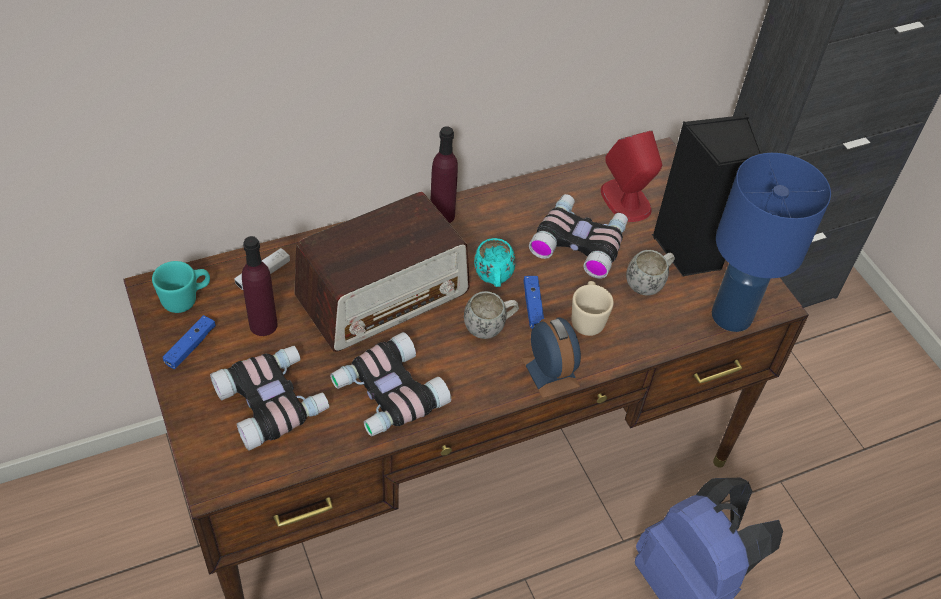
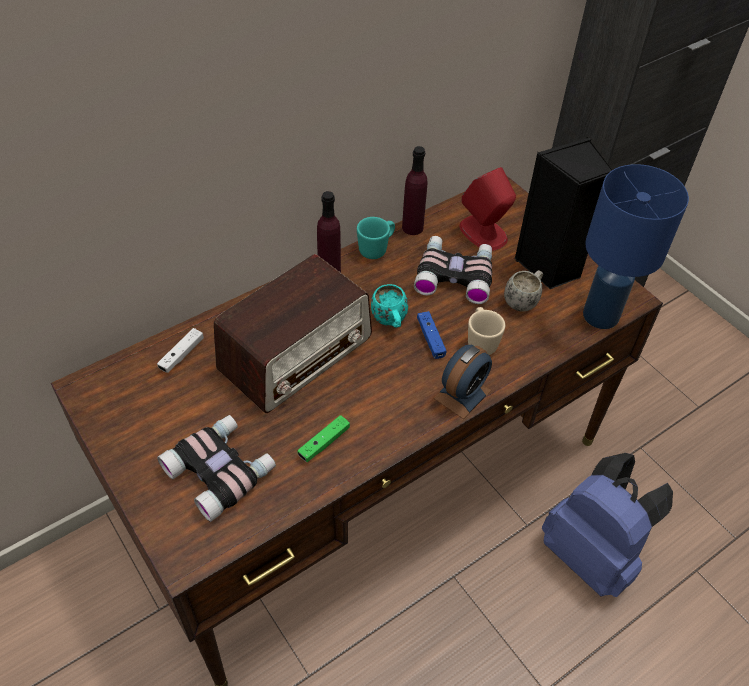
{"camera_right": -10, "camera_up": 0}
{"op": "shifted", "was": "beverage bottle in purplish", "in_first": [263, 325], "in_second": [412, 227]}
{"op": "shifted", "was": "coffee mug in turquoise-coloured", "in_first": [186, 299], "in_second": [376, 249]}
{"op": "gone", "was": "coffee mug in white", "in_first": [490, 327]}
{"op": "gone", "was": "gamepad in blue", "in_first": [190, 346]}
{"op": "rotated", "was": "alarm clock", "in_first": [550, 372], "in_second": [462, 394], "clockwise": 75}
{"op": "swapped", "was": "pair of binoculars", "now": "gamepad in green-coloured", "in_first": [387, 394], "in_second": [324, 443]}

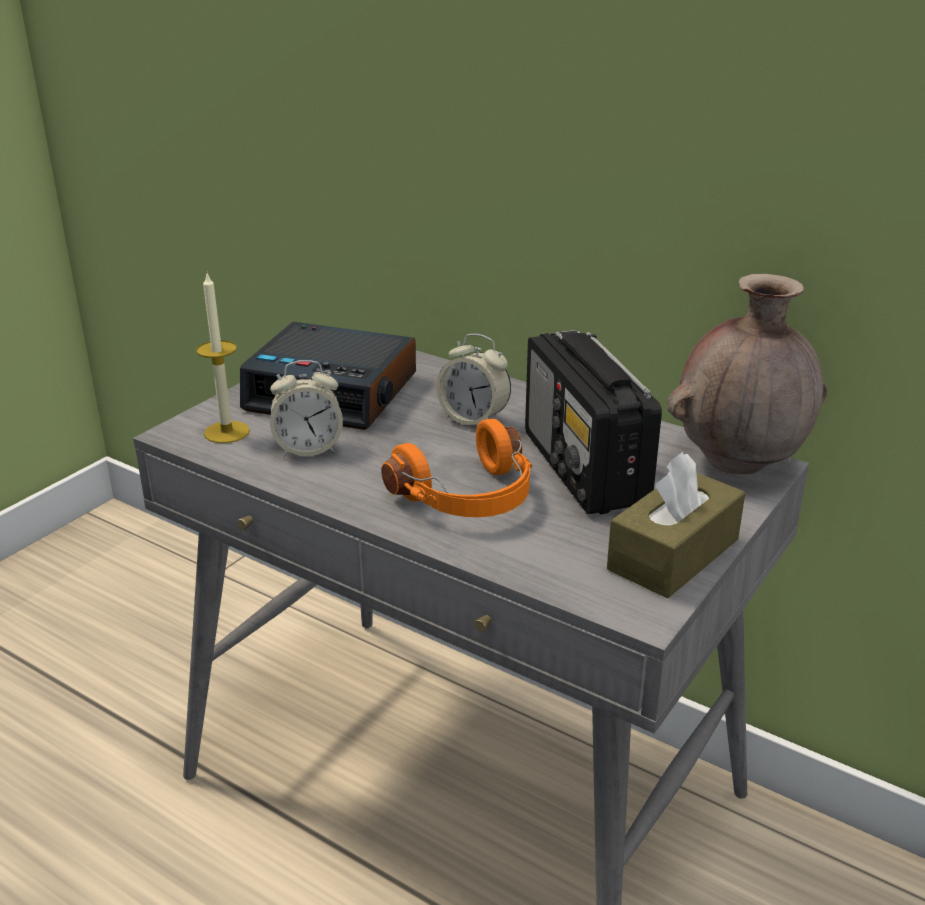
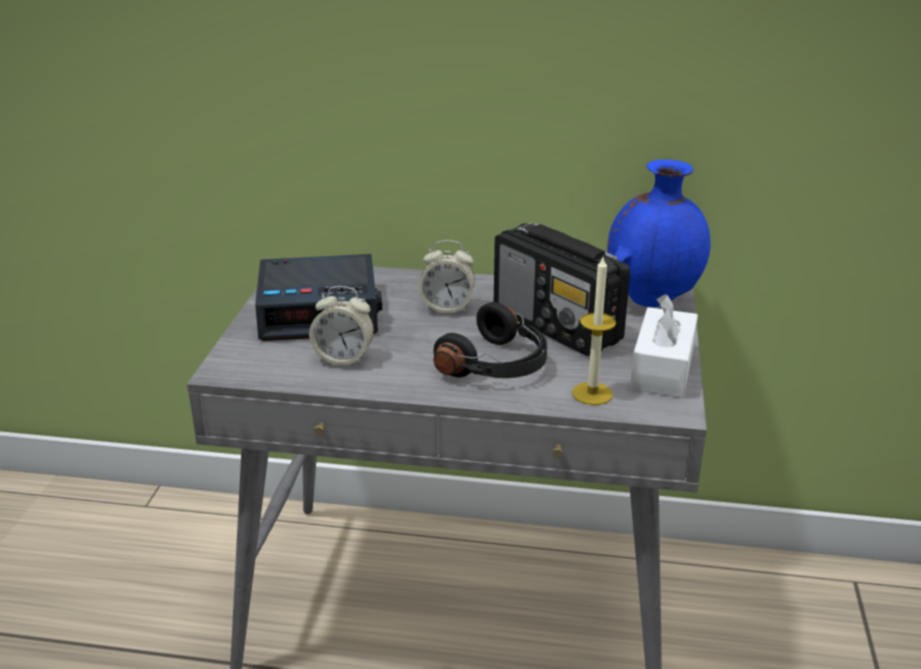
{"camera_right": -25, "camera_up": 0}
{"op": "shifted", "was": "wax light", "in_first": [227, 432], "in_second": [592, 393]}
{"op": "repainted", "was": "decorative vase in brown-coloured", "now": "decorative vase in blue", "in_first": [739, 463], "in_second": [652, 299]}
{"op": "rotated", "was": "alarm clock", "in_first": [308, 449], "in_second": [343, 358], "clockwise": 45}
{"op": "repainted", "was": "headset in orangey", "now": "headset in black", "in_first": [469, 498], "in_second": [497, 365]}
{"op": "repainted", "was": "tissue box in brown-coloured", "now": "tissue box in white", "in_first": [673, 554], "in_second": [662, 369]}

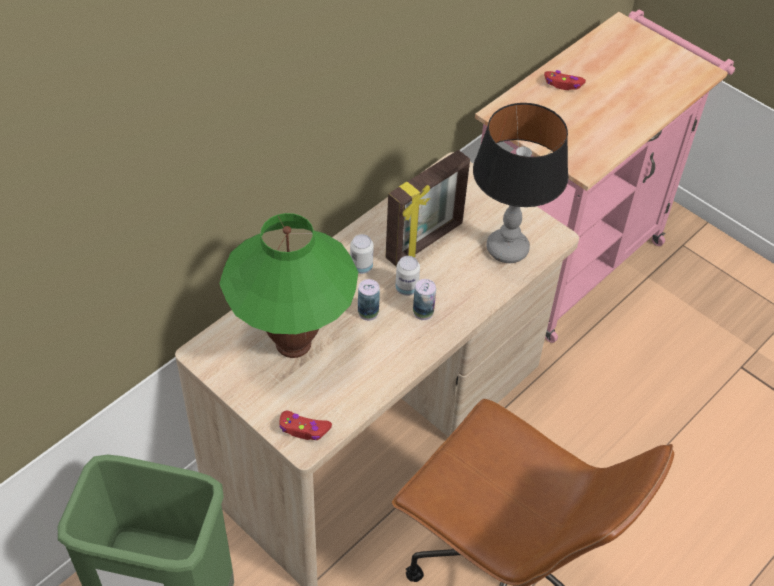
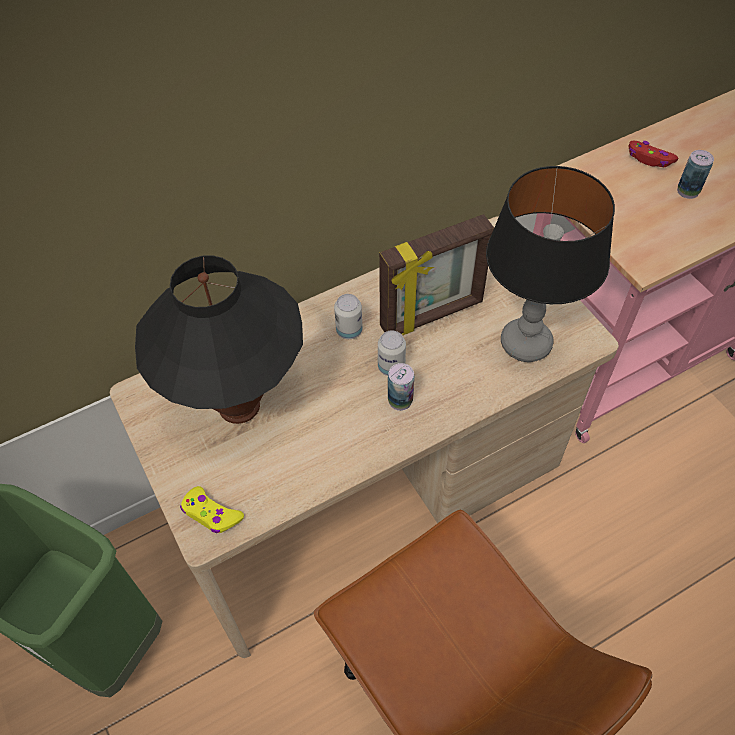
{"camera_right": 20, "camera_up": 5}
{"op": "repainted", "was": "lamp for a table in green-coloured", "now": "lamp for a table in black", "in_first": [293, 344], "in_second": [240, 407]}
{"op": "shifted", "was": "sealed can", "in_first": [368, 312], "in_second": [688, 191]}
{"op": "repainted", "was": "gamepad in reddish", "now": "gamepad in yellow-coloured", "in_first": [304, 429], "in_second": [211, 514]}

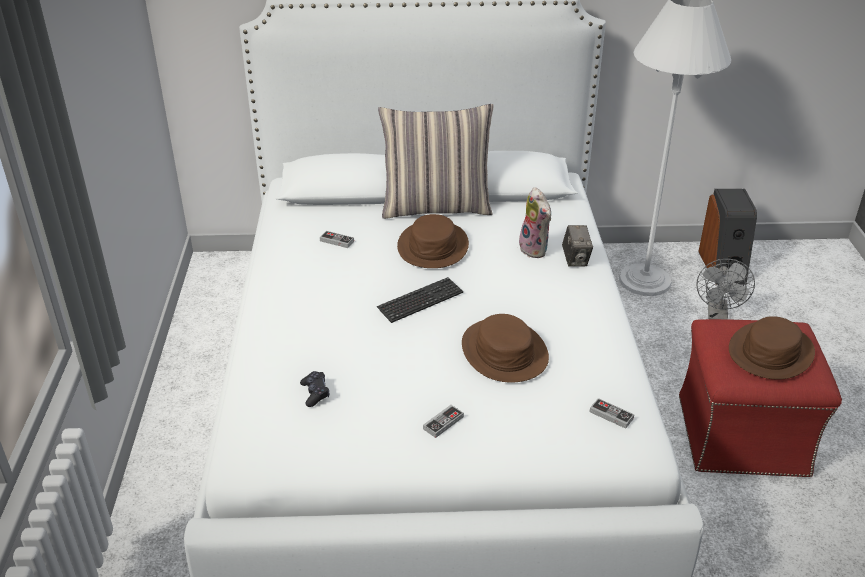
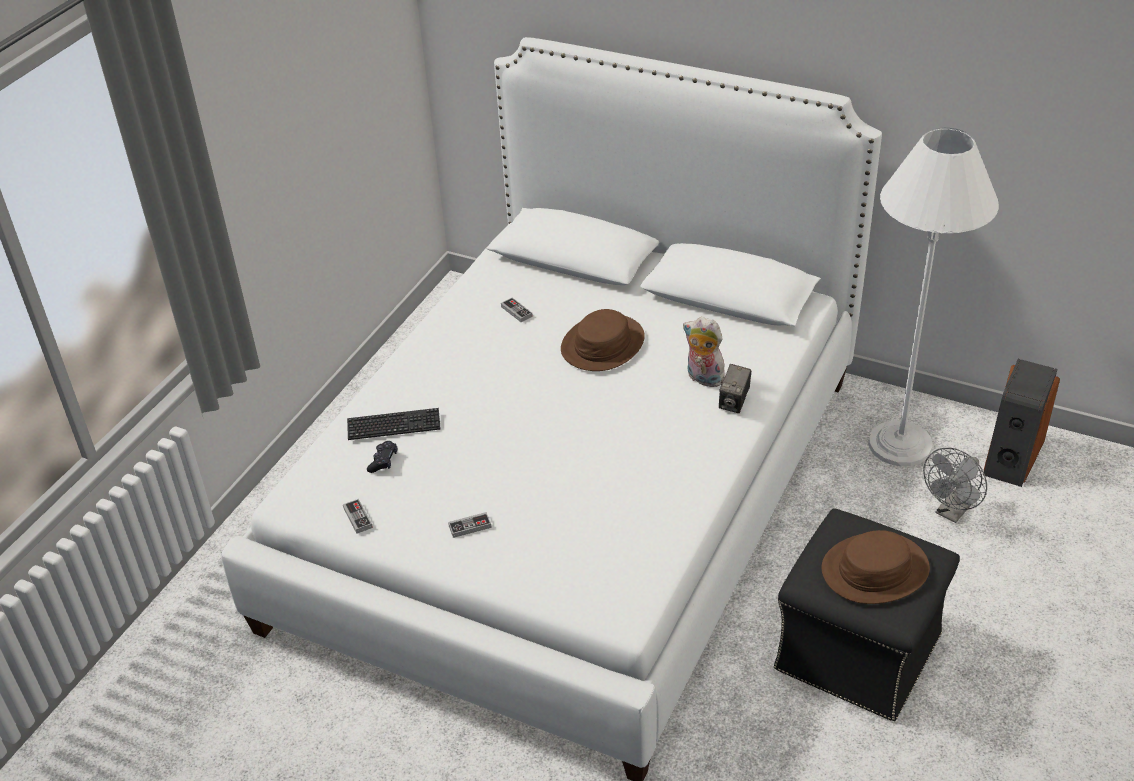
{"camera_right": 30, "camera_up": 5}
{"op": "gone", "was": "pillow", "in_first": [436, 207]}
{"op": "rotated", "was": "cuddly toy", "in_first": [535, 249], "in_second": [703, 378], "clockwise": 120}
{"op": "shifted", "was": "PC keyboard", "in_first": [420, 301], "in_second": [394, 426]}
{"op": "gone", "was": "hat in brown-coloured", "in_first": [504, 352]}
{"op": "repainted", "was": "footrest in reddish", "now": "footrest in black", "in_first": [743, 435], "in_second": [859, 652]}
{"op": "shifted", "was": "gamepad", "in_first": [611, 415], "in_second": [358, 518]}

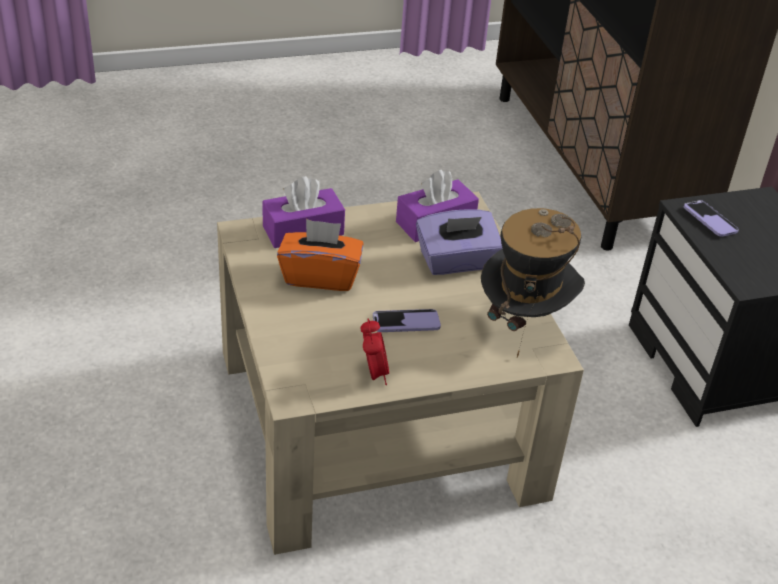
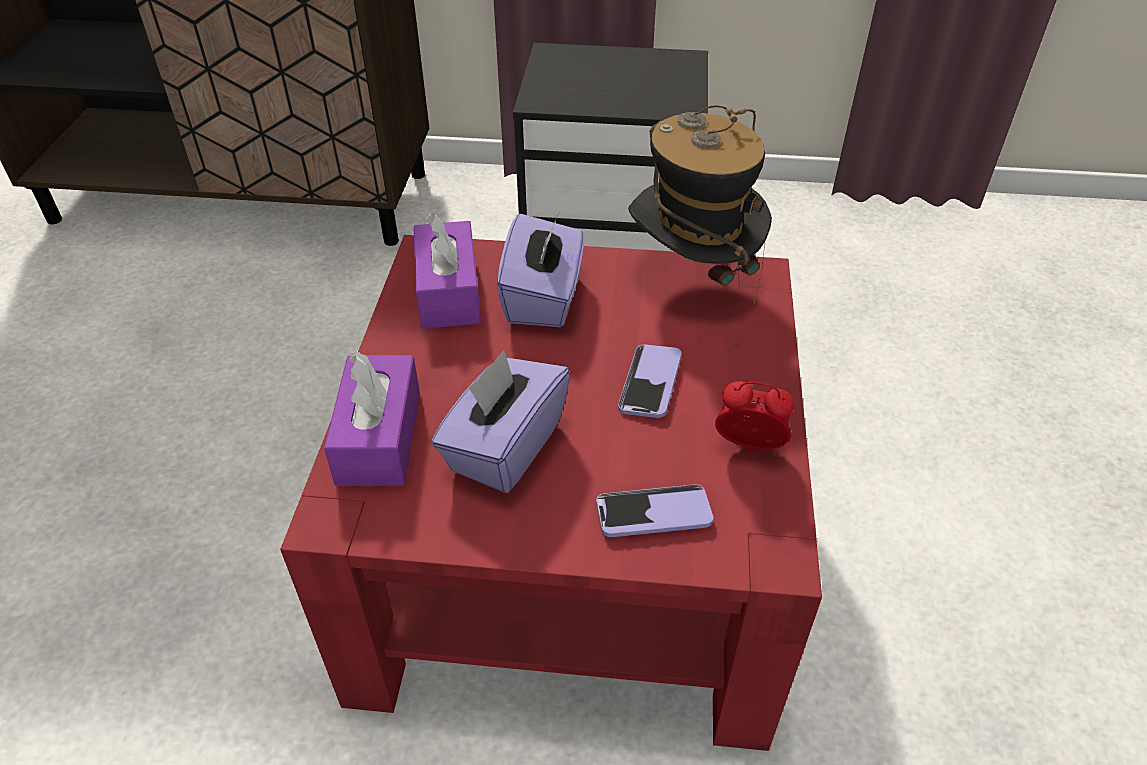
{"camera_right": -65, "camera_up": 5}
{"op": "repainted", "was": "lounge table in sand-coloured", "now": "lounge table in reddish", "in_first": [378, 422], "in_second": [573, 550]}
{"op": "shifted", "was": "phone", "in_first": [710, 220], "in_second": [653, 513]}
{"op": "repainted", "was": "tissue box in orangey", "now": "tissue box in purplish", "in_first": [320, 276], "in_second": [504, 447]}

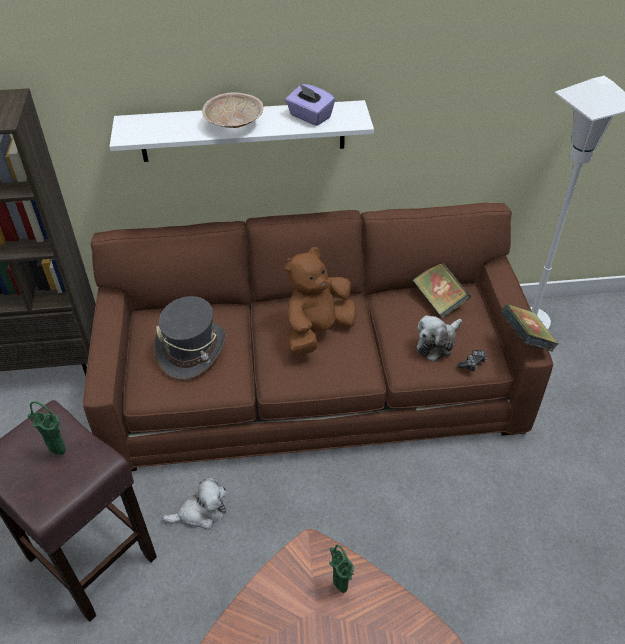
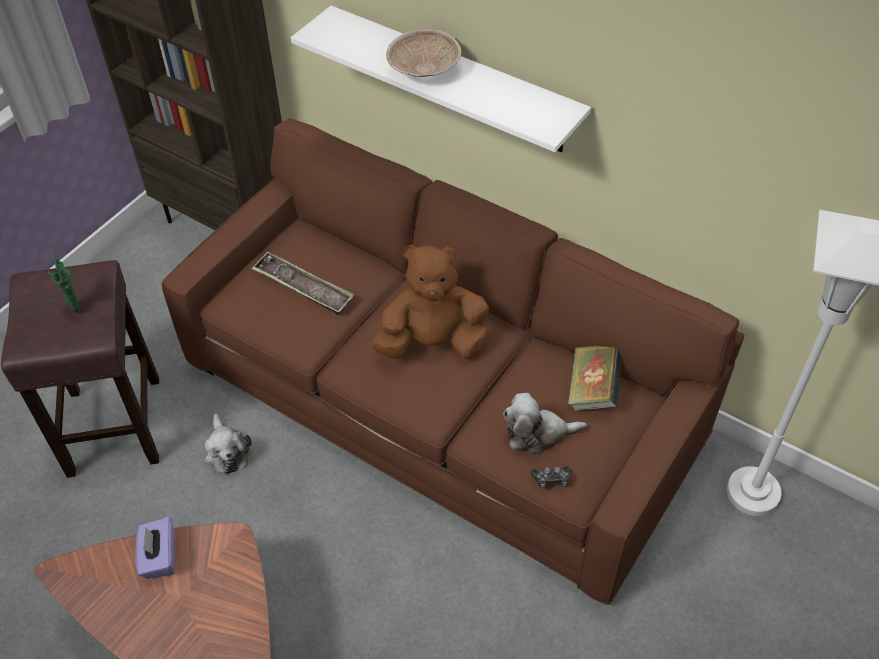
{"camera_right": 40, "camera_up": 5}
{"op": "shifted", "was": "tissue box in purplish", "in_first": [309, 117], "in_second": [159, 557]}
{"op": "swapped", "was": "hat in grey", "now": "carrying tray", "in_first": [192, 350], "in_second": [303, 287]}
{"op": "gone", "was": "bound book", "in_first": [525, 340]}
{"op": "rotated", "was": "cuddly toy", "in_first": [201, 512], "in_second": [227, 451], "clockwise": 45}
{"op": "gone", "was": "decorative vase in green-coloured", "in_first": [338, 586]}

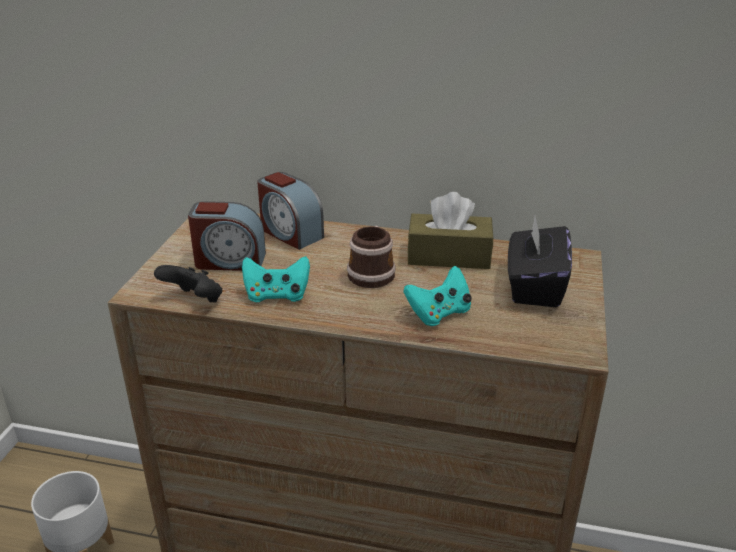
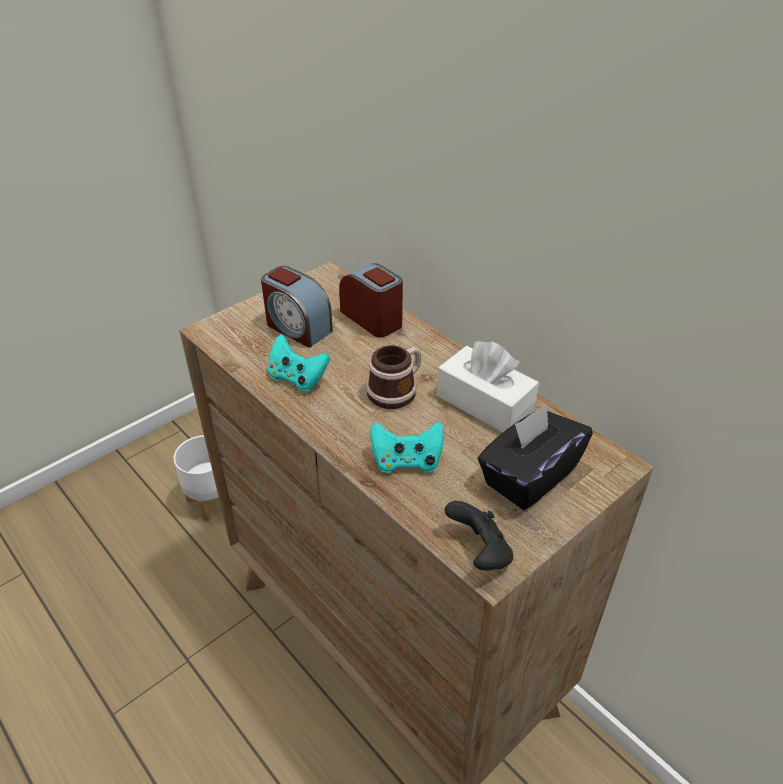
{"camera_right": 35, "camera_up": 10}
{"op": "rotated", "was": "alarm clock", "in_first": [290, 233], "in_second": [372, 318], "clockwise": 150}
{"op": "repainted", "was": "tissue box in brown-coloured", "now": "tissue box in white", "in_first": [449, 256], "in_second": [484, 403]}
{"op": "shifted", "was": "gamepad in black", "in_first": [194, 301], "in_second": [479, 552]}

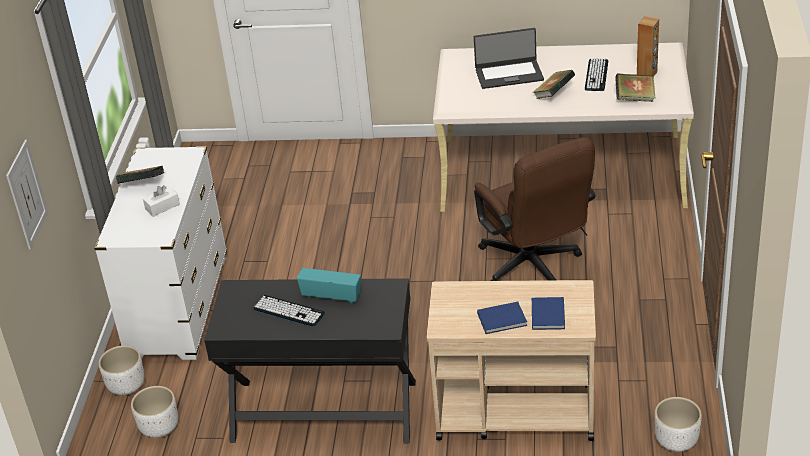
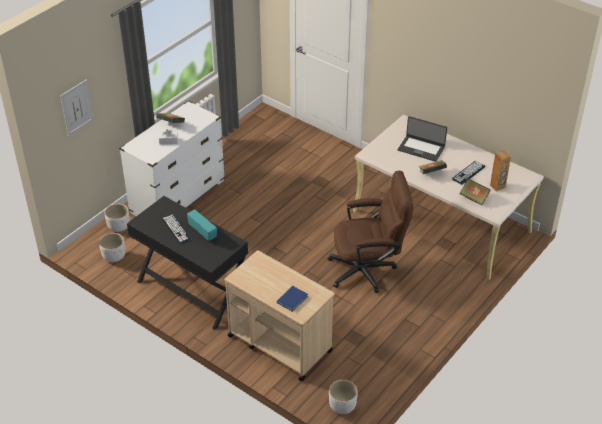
{"camera_right": 30, "camera_up": 5}
{"op": "rotated", "was": "computer chair in brown-coloured", "in_first": [534, 268], "in_second": [368, 270], "clockwise": -105}
{"op": "gone", "was": "bound book in blue", "in_first": [503, 320]}

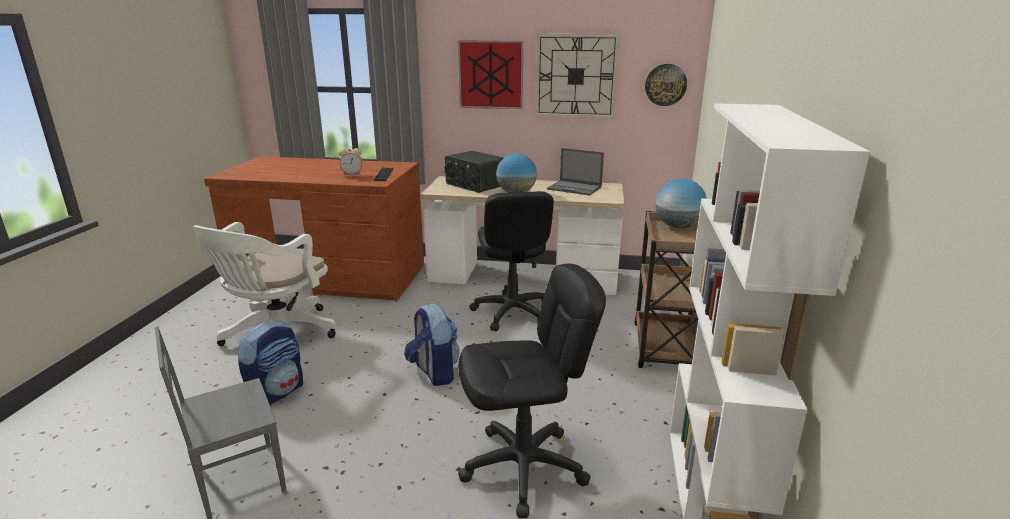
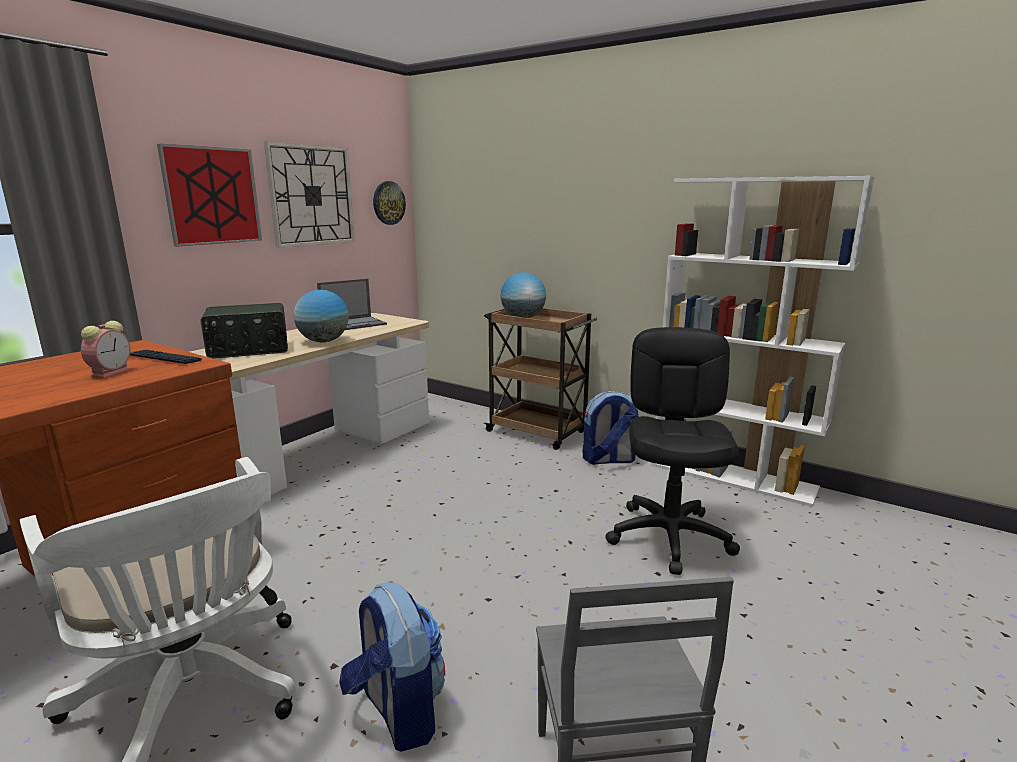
{"camera_right": -65, "camera_up": -5}
{"op": "gone", "was": "computer chair in black", "in_first": [512, 312]}
{"op": "shifted", "was": "rucksack", "in_first": [434, 372], "in_second": [608, 460]}

